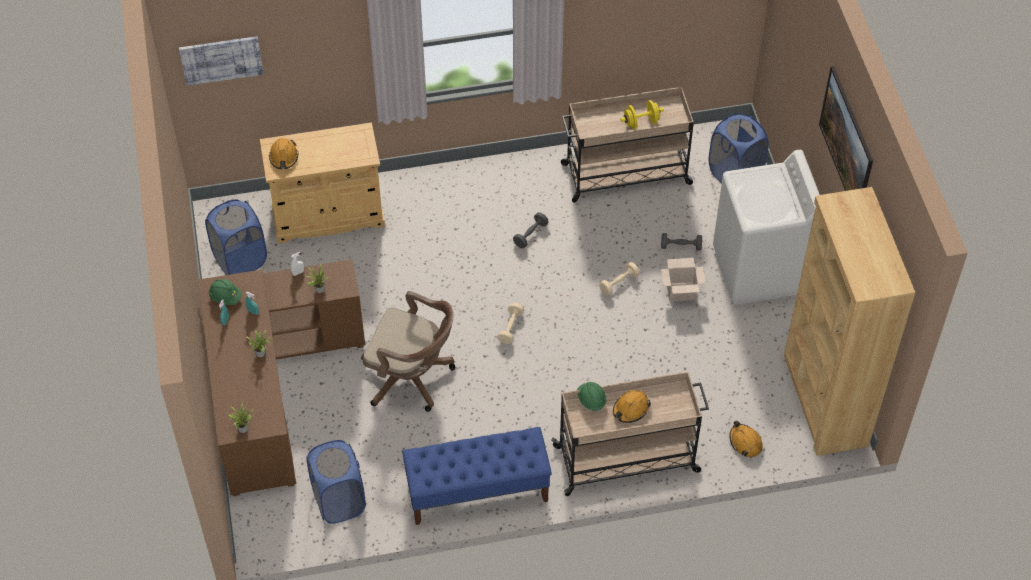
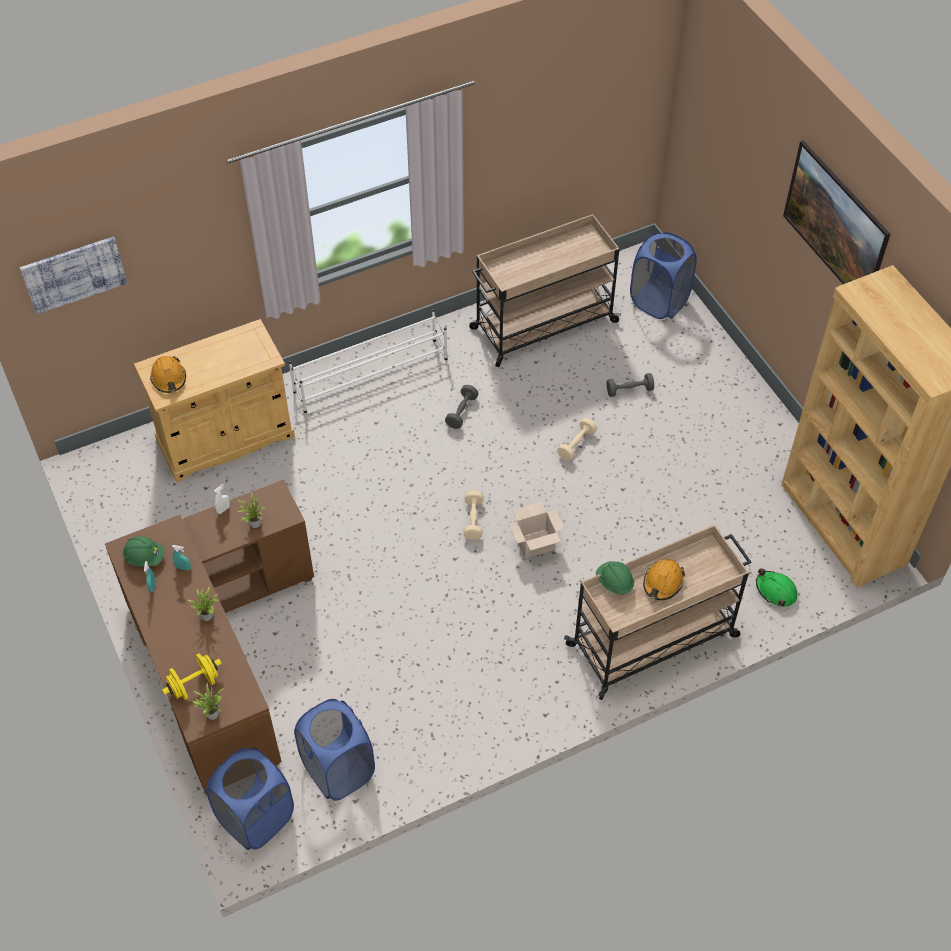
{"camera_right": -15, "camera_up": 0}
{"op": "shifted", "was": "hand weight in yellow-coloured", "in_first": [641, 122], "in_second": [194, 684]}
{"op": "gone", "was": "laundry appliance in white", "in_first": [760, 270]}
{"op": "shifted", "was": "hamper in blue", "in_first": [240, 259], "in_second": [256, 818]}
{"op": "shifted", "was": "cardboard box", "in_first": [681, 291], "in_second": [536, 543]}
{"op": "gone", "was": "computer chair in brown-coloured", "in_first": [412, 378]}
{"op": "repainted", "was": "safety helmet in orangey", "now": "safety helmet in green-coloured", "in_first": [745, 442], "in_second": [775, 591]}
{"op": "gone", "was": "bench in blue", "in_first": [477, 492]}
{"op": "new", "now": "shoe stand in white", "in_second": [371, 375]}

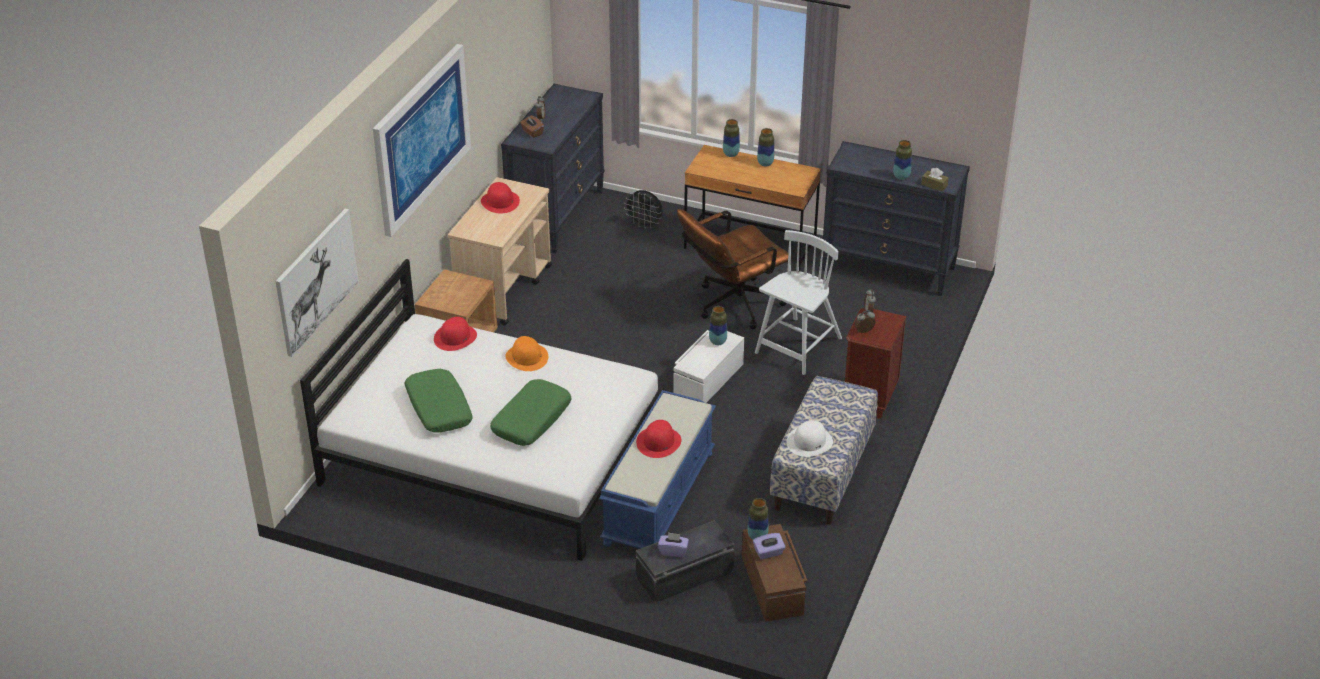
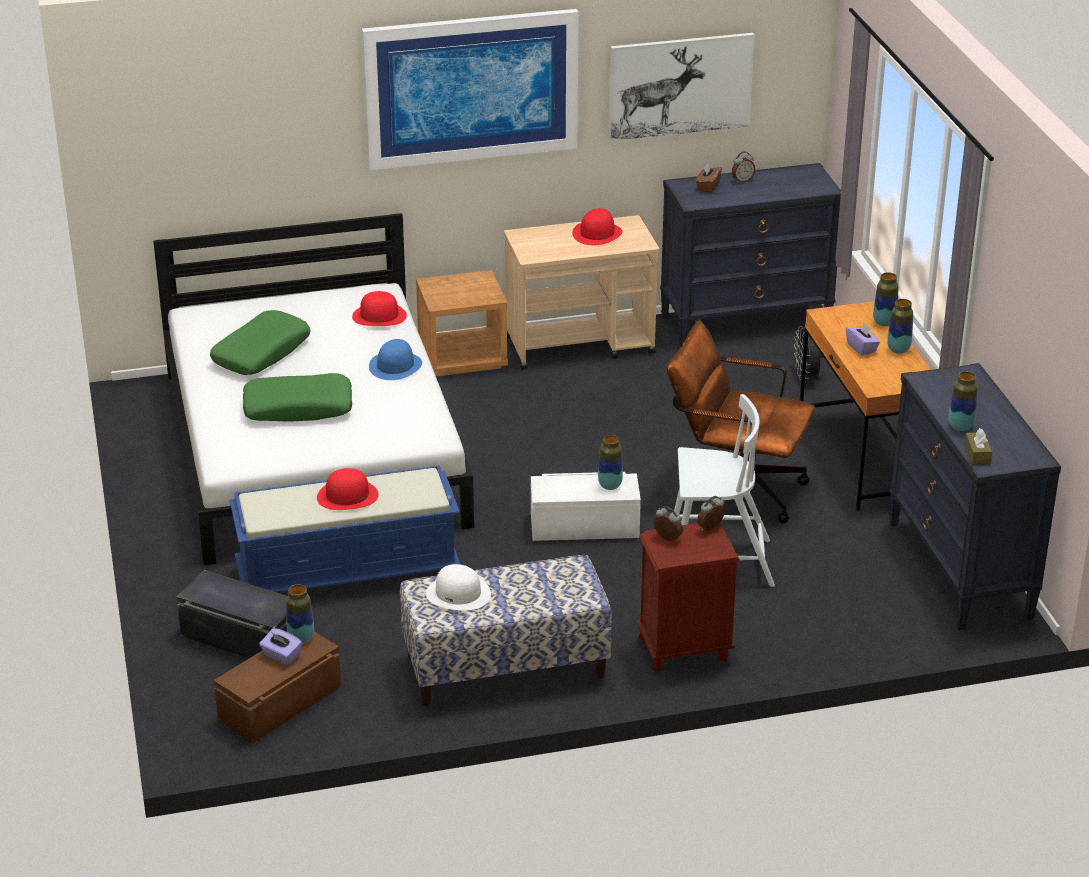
{"camera_right": 55, "camera_up": -5}
{"op": "shifted", "was": "wall art", "in_first": [316, 281], "in_second": [680, 86]}
{"op": "repainted", "was": "hat in orangey", "now": "hat in blue", "in_first": [527, 357], "in_second": [395, 366]}
{"op": "shifted", "was": "tissue box in purplish", "in_first": [673, 551], "in_second": [862, 348]}

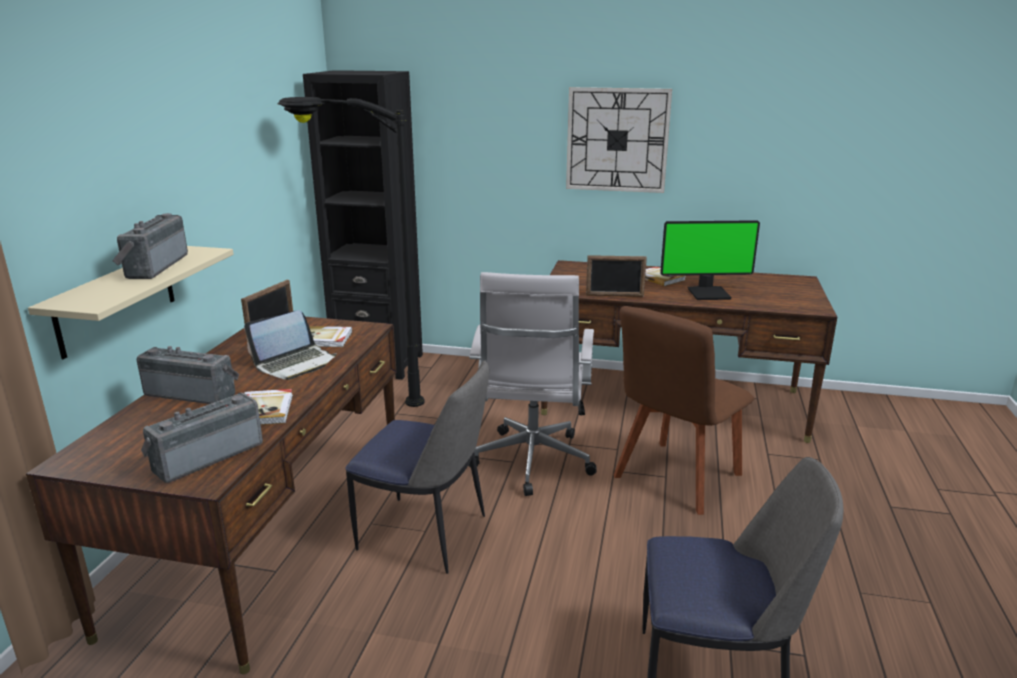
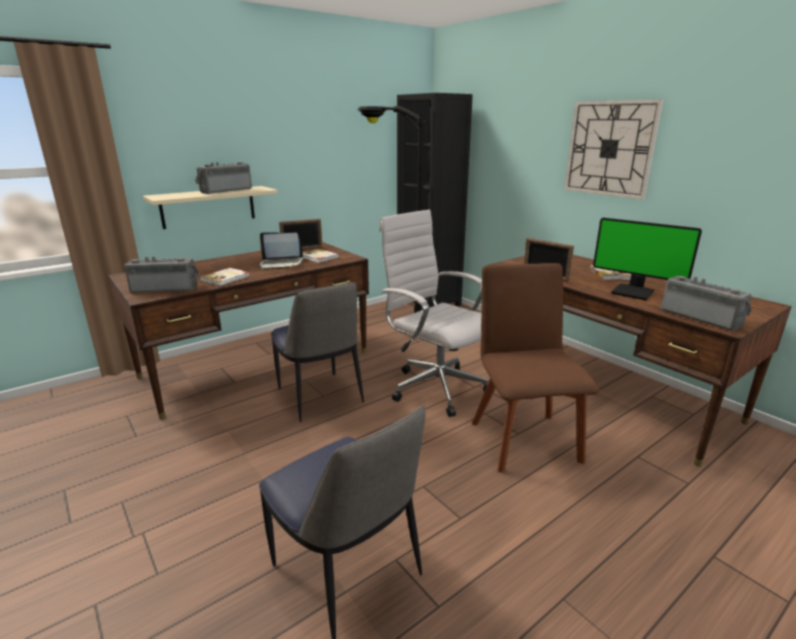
{"camera_right": 40, "camera_up": 0}
{"op": "rotated", "was": "computer chair in white", "in_first": [531, 464], "in_second": [435, 387], "clockwise": 90}
{"op": "rotated", "was": "upright chair in brown-coloured", "in_first": [675, 479], "in_second": [523, 438], "clockwise": 90}
{"op": "shifted", "was": "radio", "in_first": [193, 393], "in_second": [701, 317]}

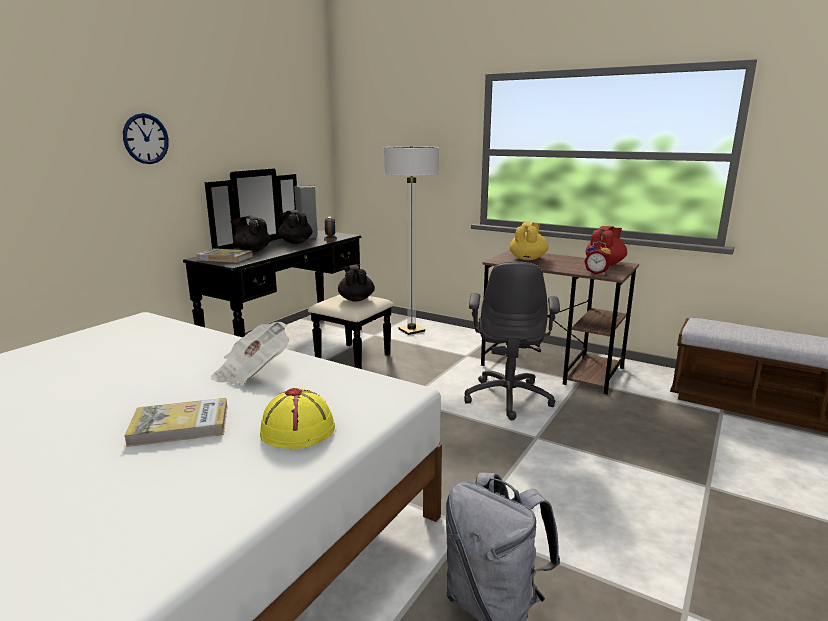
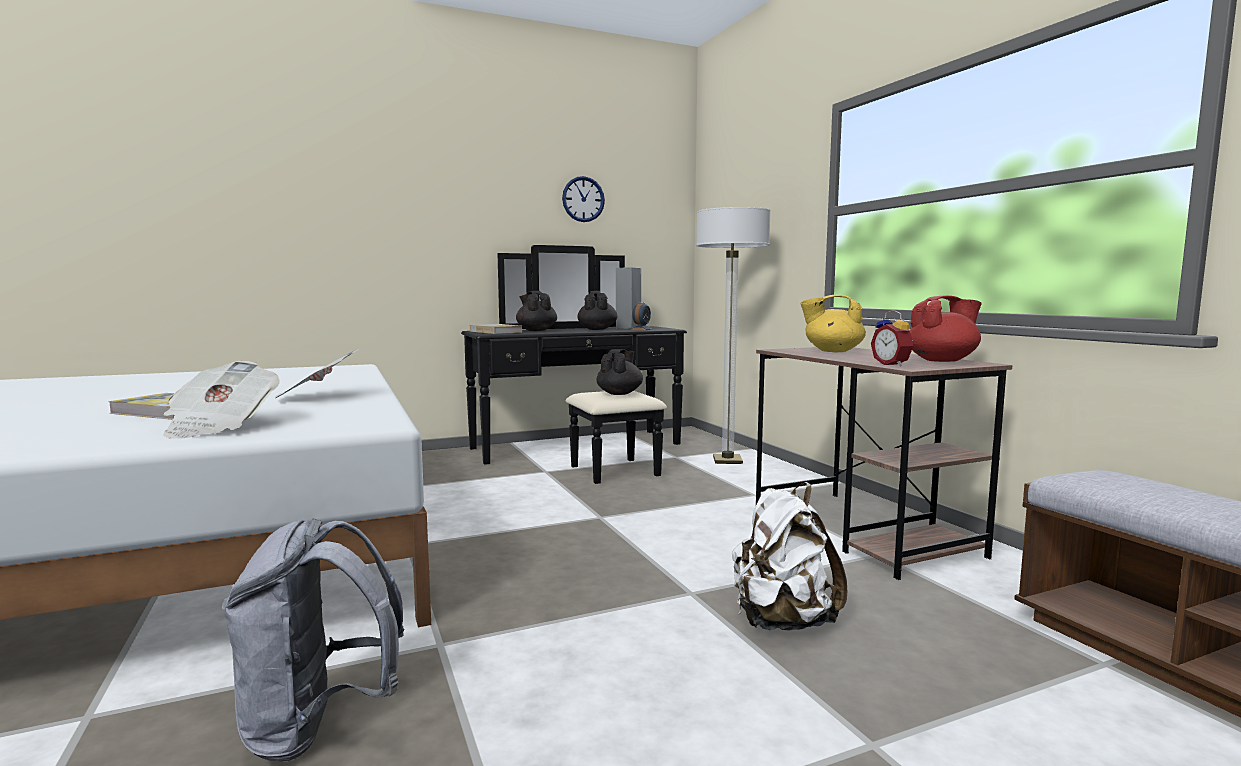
{"camera_right": 35, "camera_up": -10}
{"op": "shifted", "was": "wall clock", "in_first": [145, 139], "in_second": [583, 199]}
{"op": "rotated", "was": "pot for tea in yellow-coloured", "in_first": [528, 258], "in_second": [832, 351], "clockwise": -135}
{"op": "gone", "was": "computer chair in grey", "in_first": [508, 398]}
{"op": "swapped", "was": "hat in yellow-coloured", "now": "daily paper", "in_first": [298, 430], "in_second": [220, 427]}
{"op": "new", "now": "rucksack in white", "in_second": [781, 621]}

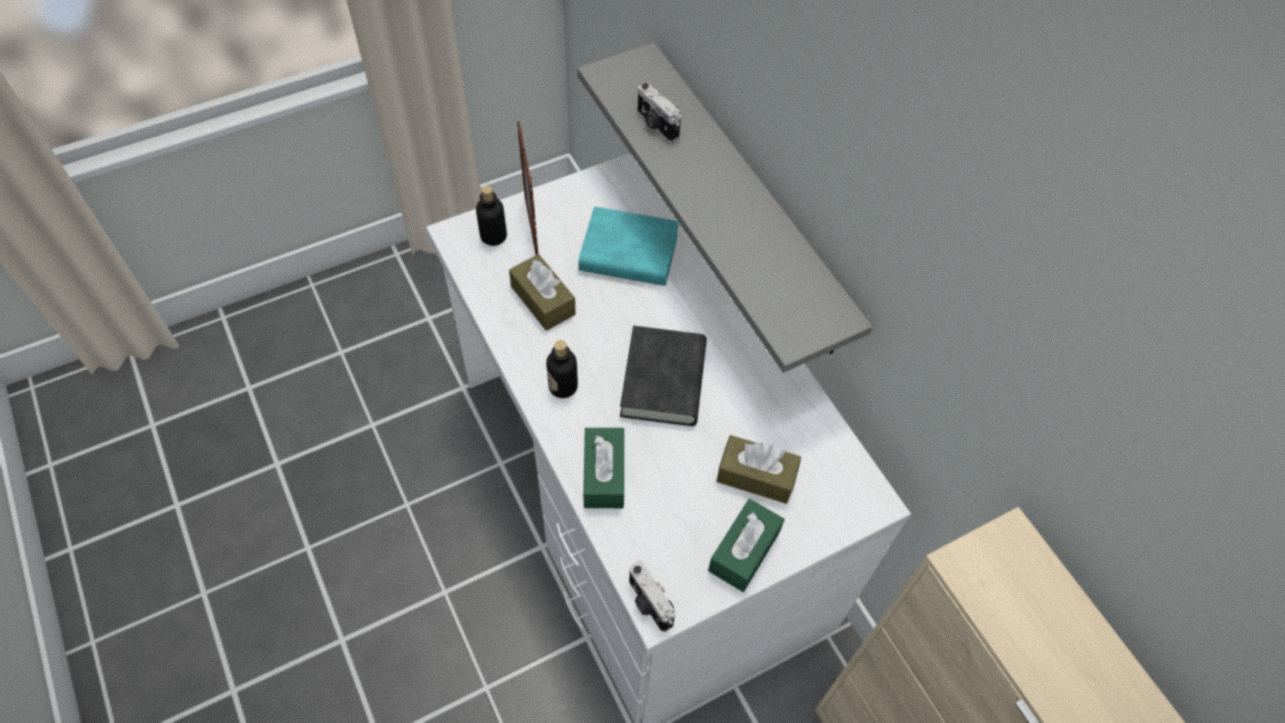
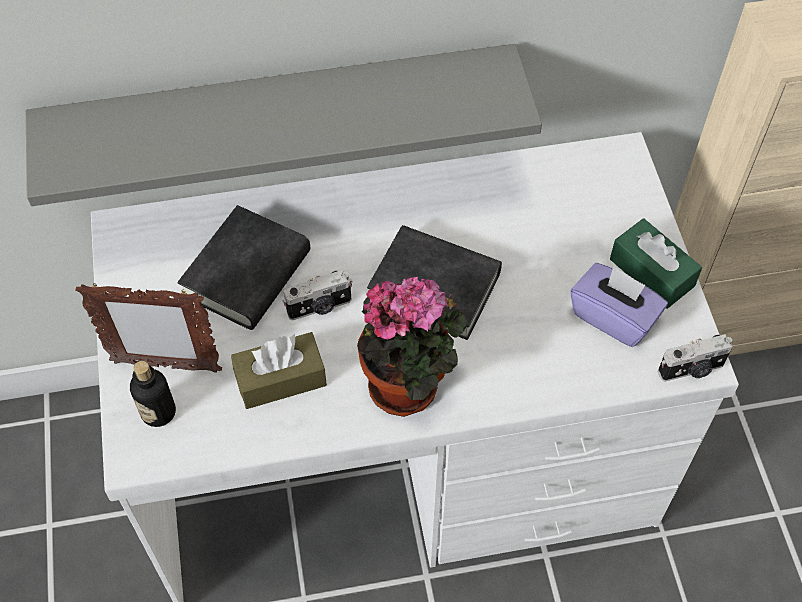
{"camera_right": -70, "camera_up": 0}
{"op": "shifted", "was": "photo camera", "in_first": [656, 125], "in_second": [320, 307]}
{"op": "repainted", "was": "bound book in turquoise-coloured", "now": "bound book in black", "in_first": [629, 253], "in_second": [247, 274]}
{"op": "swapped", "was": "beverage bottle", "now": "potted plant", "in_first": [563, 386], "in_second": [410, 386]}
{"op": "gone", "was": "tissue box in green-coloured", "in_first": [604, 474]}
{"op": "gone", "was": "tissue box in brown-coloured", "in_first": [756, 476]}
{"op": "new", "now": "tissue box in purplish", "in_second": [613, 317]}

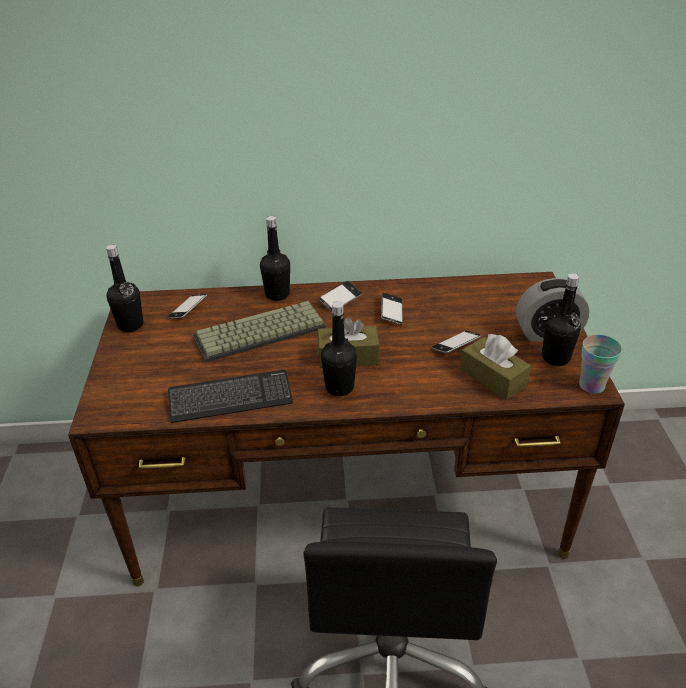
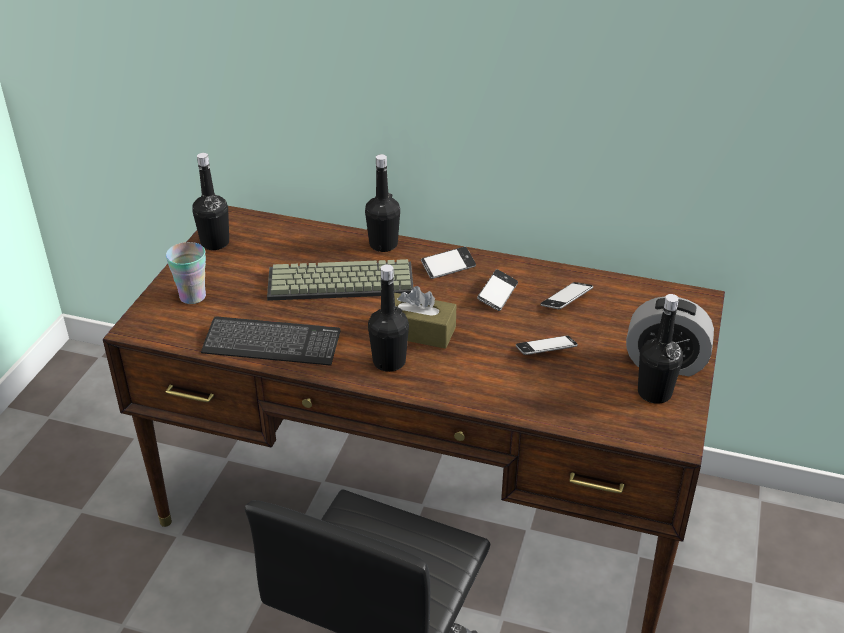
{"camera_right": 20, "camera_up": 0}
{"op": "shifted", "was": "phone", "in_first": [187, 310], "in_second": [566, 299]}
{"op": "gone", "was": "tissue box in brown-coloured", "in_first": [493, 378]}
{"op": "shifted", "was": "cup", "in_first": [591, 385], "in_second": [192, 296]}

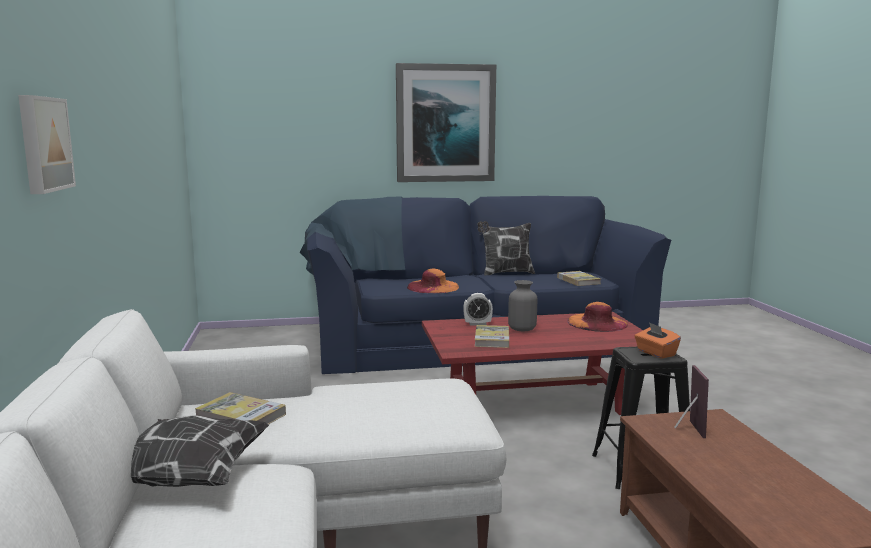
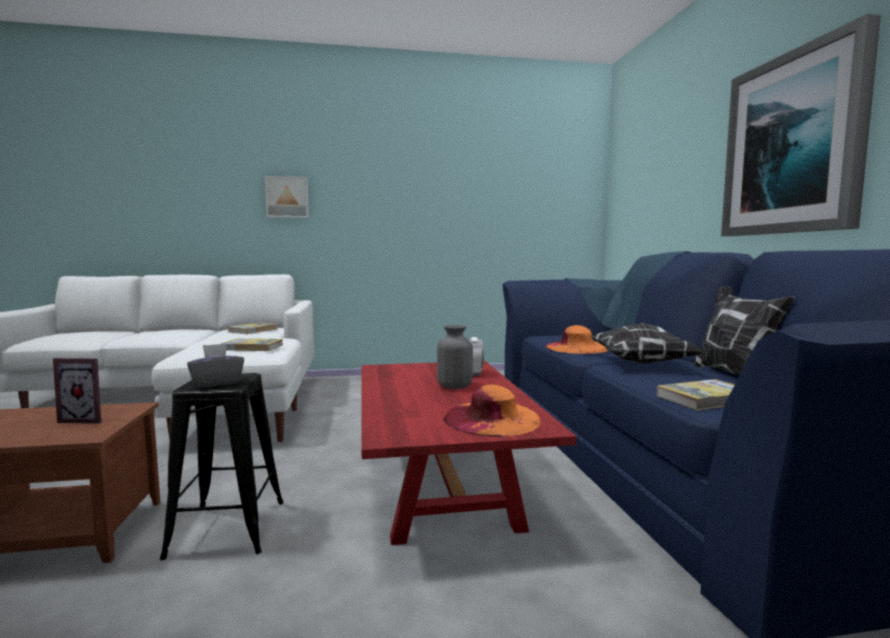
{"camera_right": 90, "camera_up": -5}
{"op": "repainted", "was": "tissue box in orangey", "now": "tissue box in grey", "in_first": [655, 353], "in_second": [216, 383]}
{"op": "shifted", "was": "bound book", "in_first": [492, 339], "in_second": [252, 347]}
{"op": "shifted", "was": "pillow", "in_first": [187, 477], "in_second": [642, 363]}

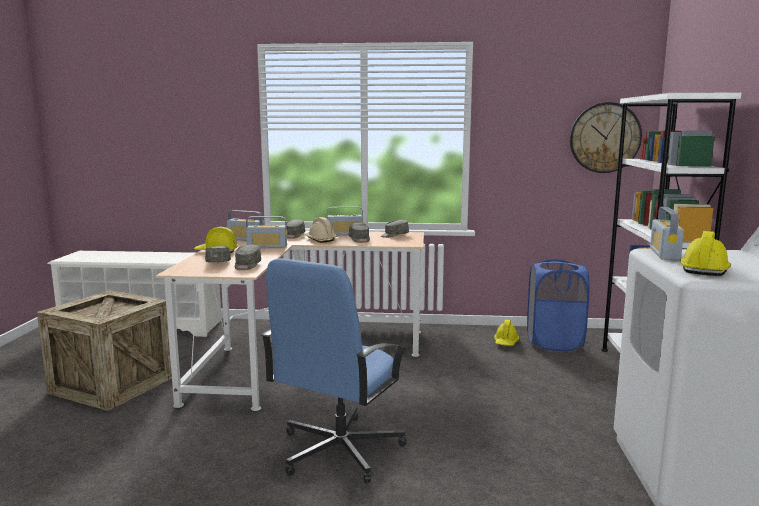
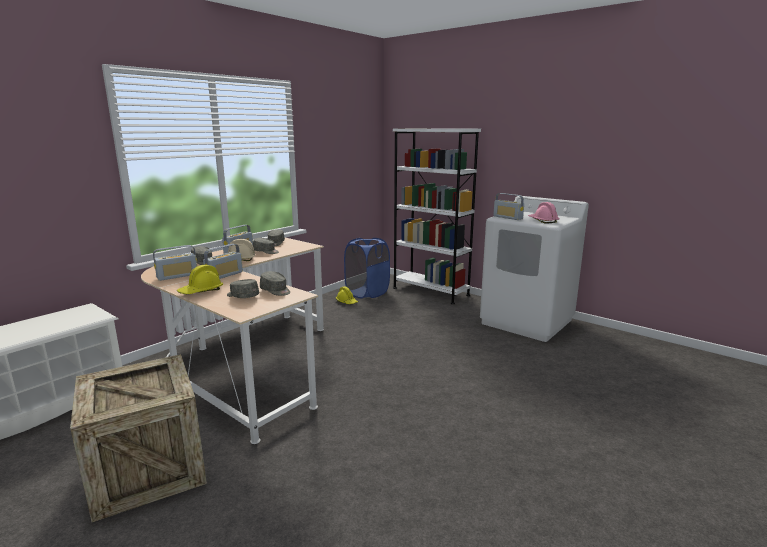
{"camera_right": -55, "camera_up": 5}
{"op": "gone", "was": "wall clock", "in_first": [604, 137]}
{"op": "repainted", "was": "safety helmet in yellow-coloured", "now": "safety helmet in pink-coloured", "in_first": [704, 269], "in_second": [542, 221]}
{"op": "gone", "was": "computer chair in blue", "in_first": [338, 450]}

